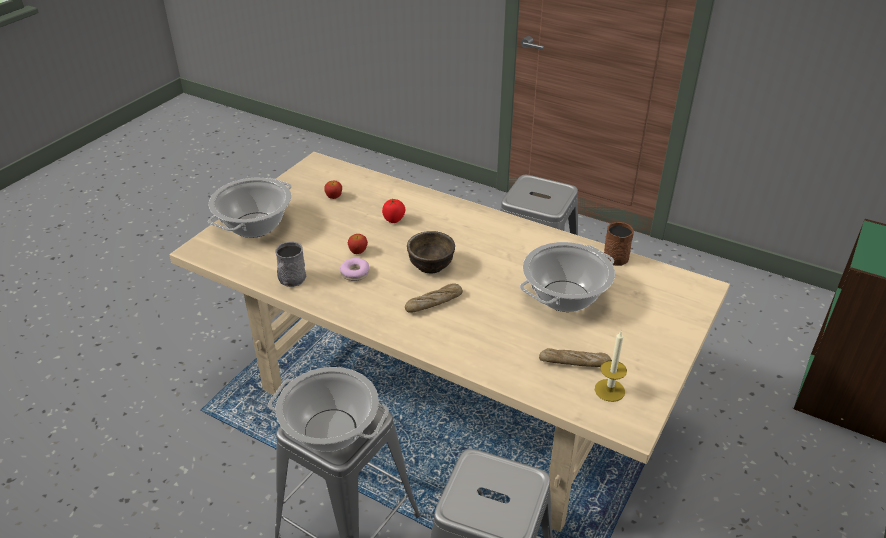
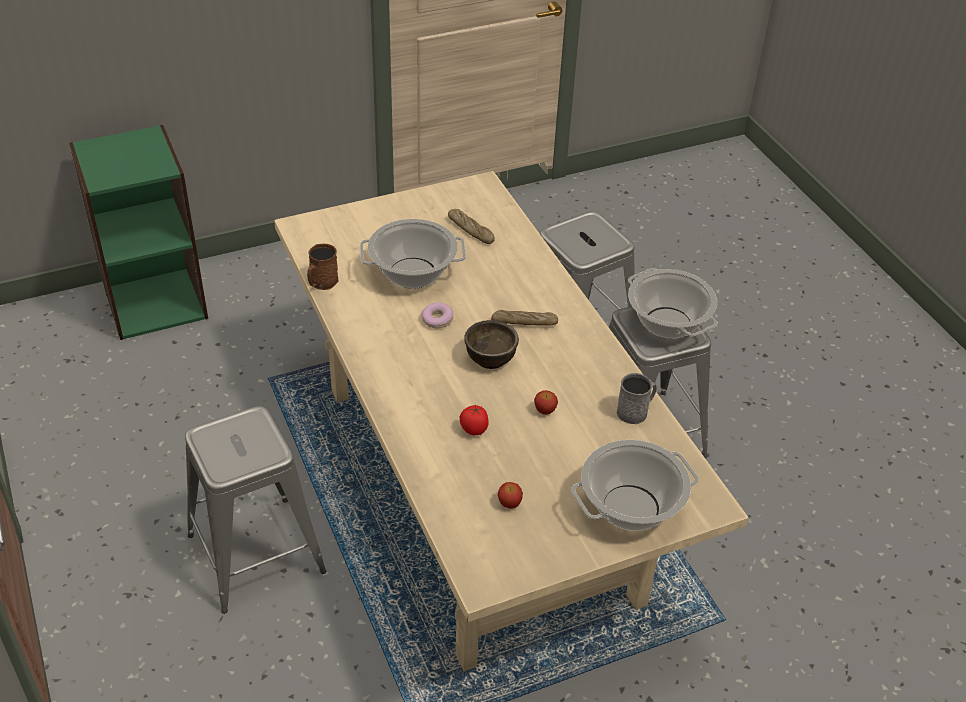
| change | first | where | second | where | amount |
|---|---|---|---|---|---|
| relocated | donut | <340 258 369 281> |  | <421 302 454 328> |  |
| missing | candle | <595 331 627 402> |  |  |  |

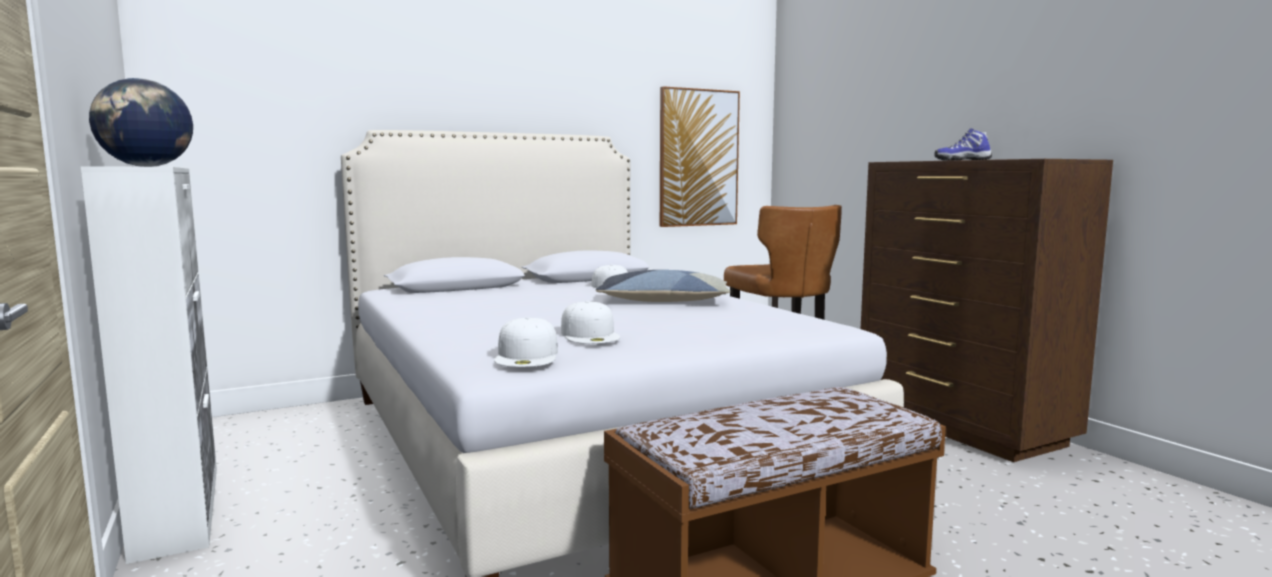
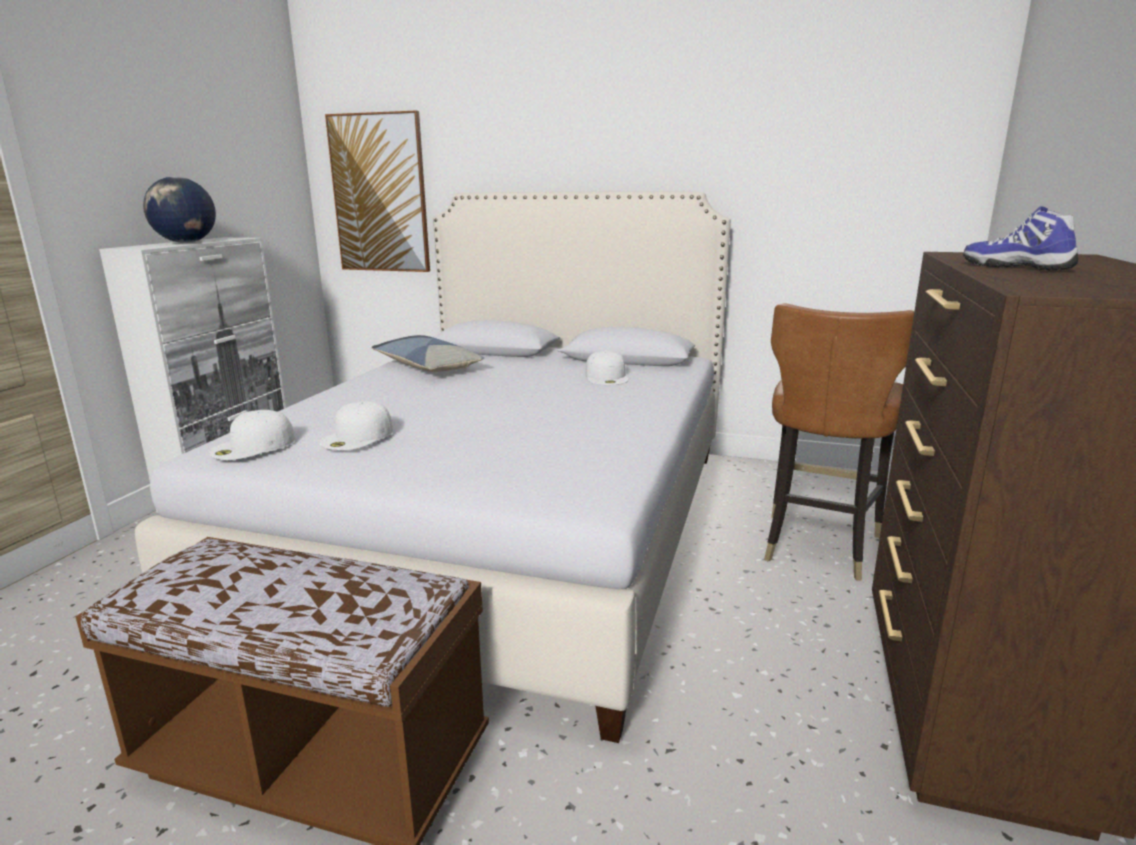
| change | first | where | second | where | amount |
|---|---|---|---|---|---|
| relocated | picture | <660 86 740 227> |  | <325 111 430 272> |  |
| relocated | pillow | <596 270 730 302> |  | <372 335 485 372> |  |

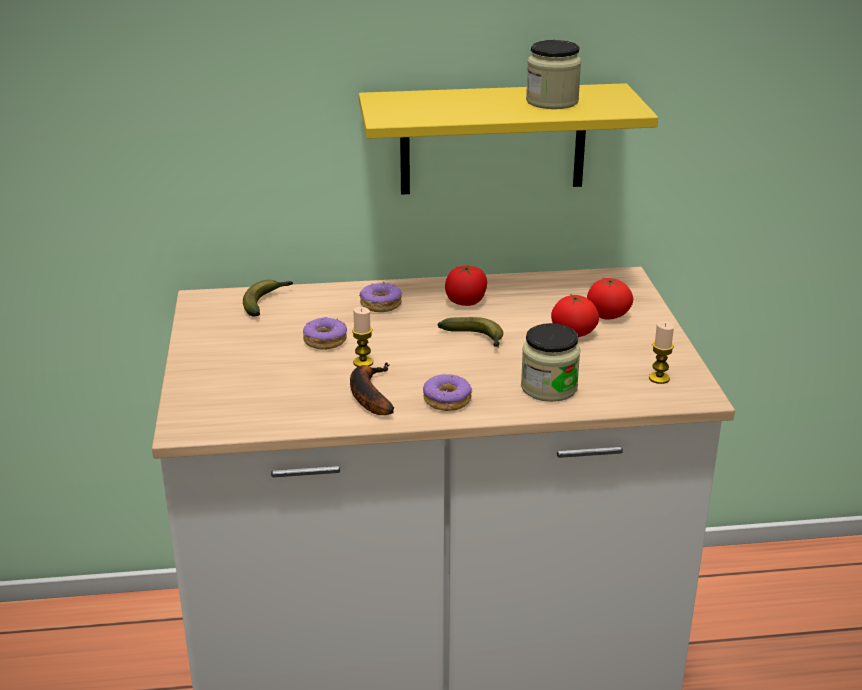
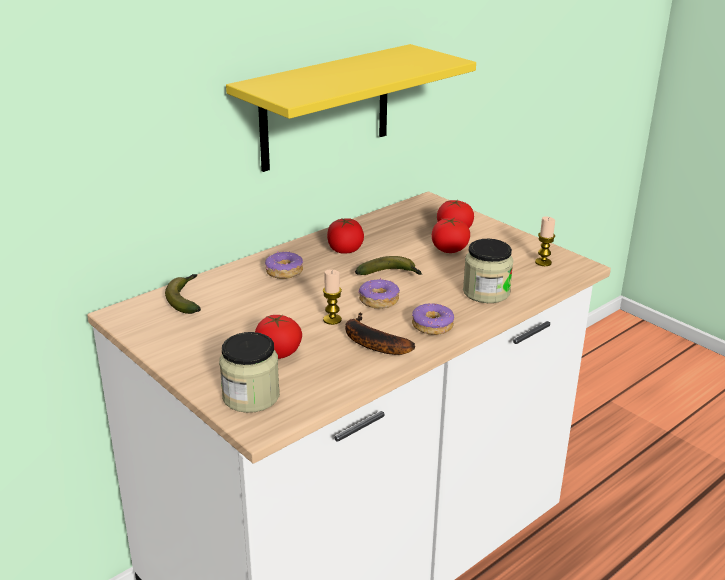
| change | first | where | second | where | amount |
|---|---|---|---|---|---|
| relocated | jar | <526 40 581 109> |  | <219 332 280 413> |  |
| appeared |  |  | tomato | <255 315 302 359> |  |
| relocated | donut | <303 317 347 350> |  | <358 278 400 309> |  |

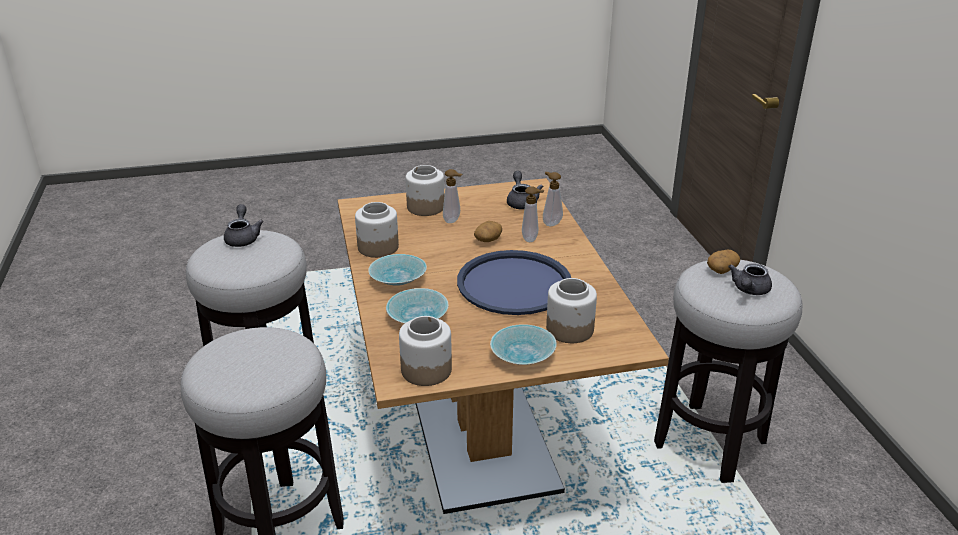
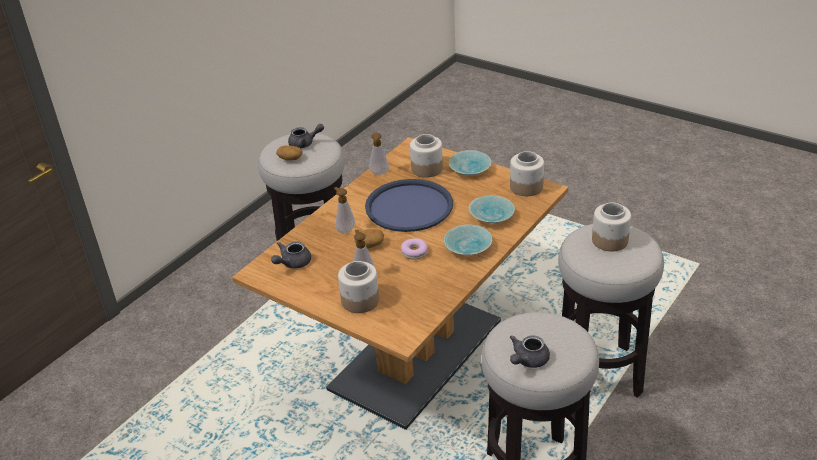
| change | first | where | second | where | amount |
|---|---|---|---|---|---|
| relocated | soap dispenser | <543 171 563 226> |  | <369 133 389 175> |  |
| appeared |  |  | donut | <401 238 428 259> |  |
| relocated | jar | <355 202 399 258> |  | <592 202 631 251> |  |

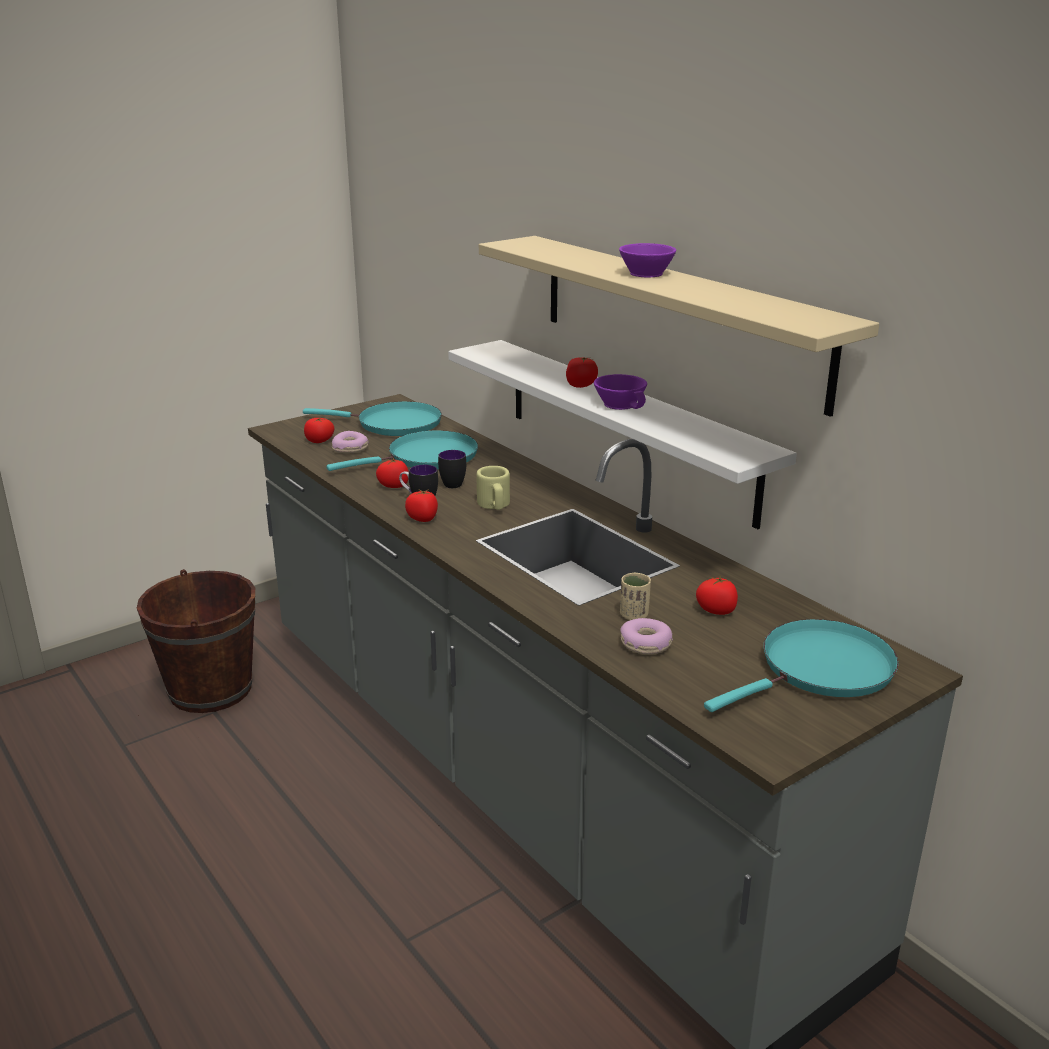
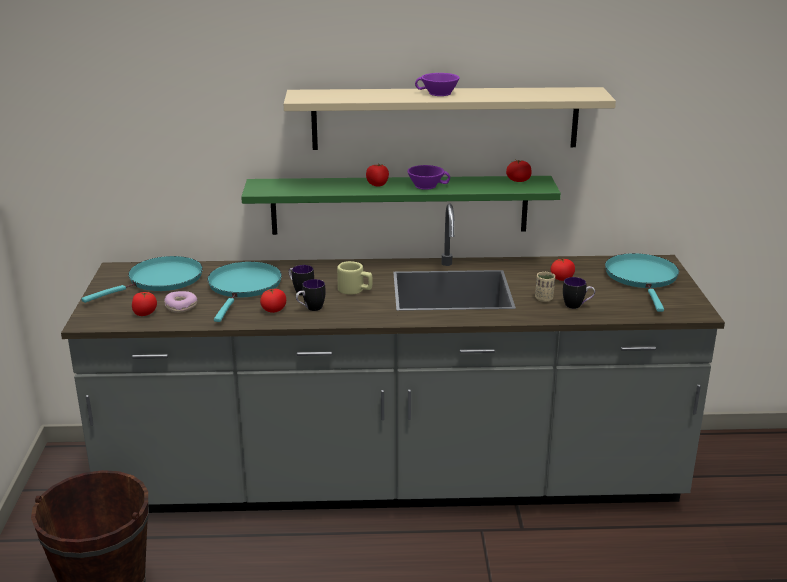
| change | first | where | second | where | amount |
|---|---|---|---|---|---|
| colour | white shelf | <448 340 797 529> | green shelf | <241 176 561 235> |  |
| relocated | tomato | <405 489 438 522> |  | <506 160 532 182> |  |
| exchanged | donut | <620 618 673 655> | mug | <563 277 595 309> |  |

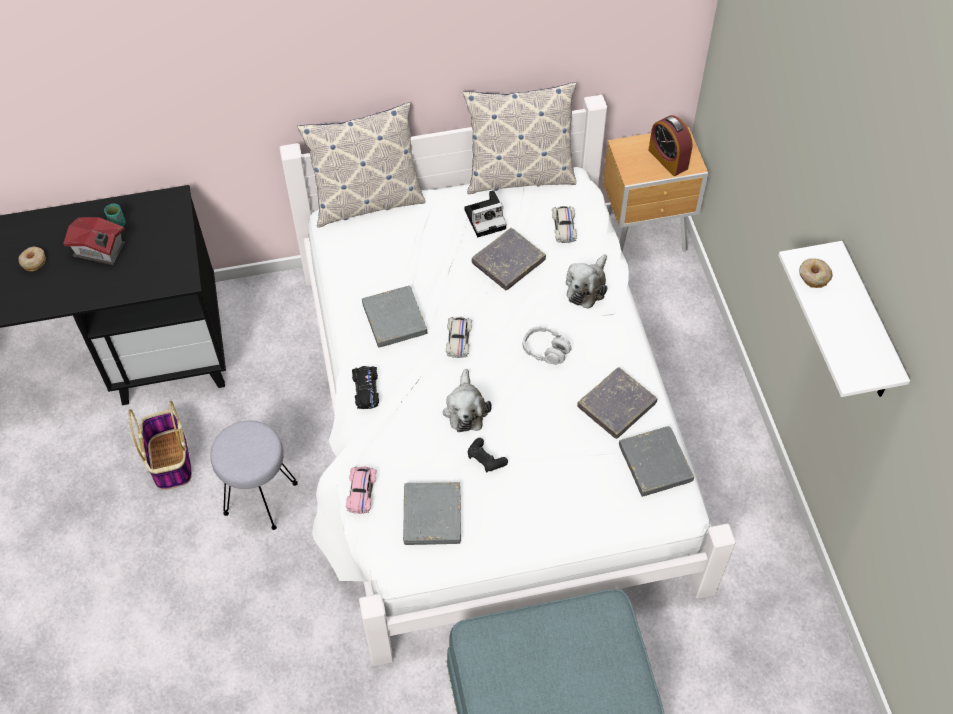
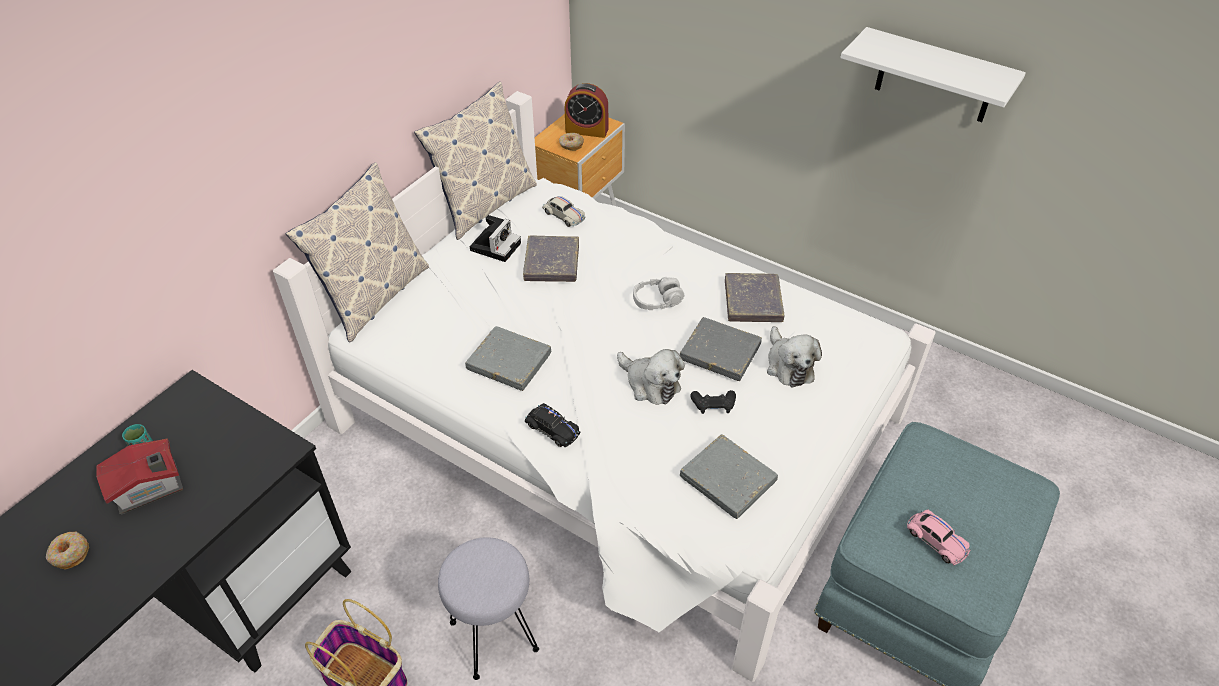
| change | first | where | second | where | amount |
|---|---|---|---|---|---|
| relocated | donut | <799 258 833 288> |  | <559 133 584 151> |  |
| relocated | grey book | <619 426 694 497> |  | <680 317 762 381> |  |
| relocated | plush toy | <566 254 607 309> |  | <767 326 822 387> |  |
| relocated | pink toy car | <346 466 377 514> |  | <907 509 970 566> |  |
| missing | white toy car | <446 317 472 358> |  |  |  |

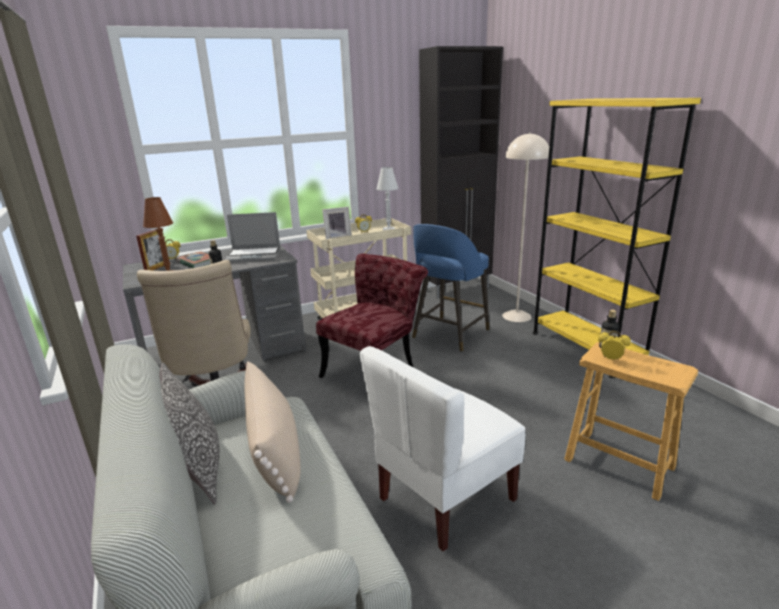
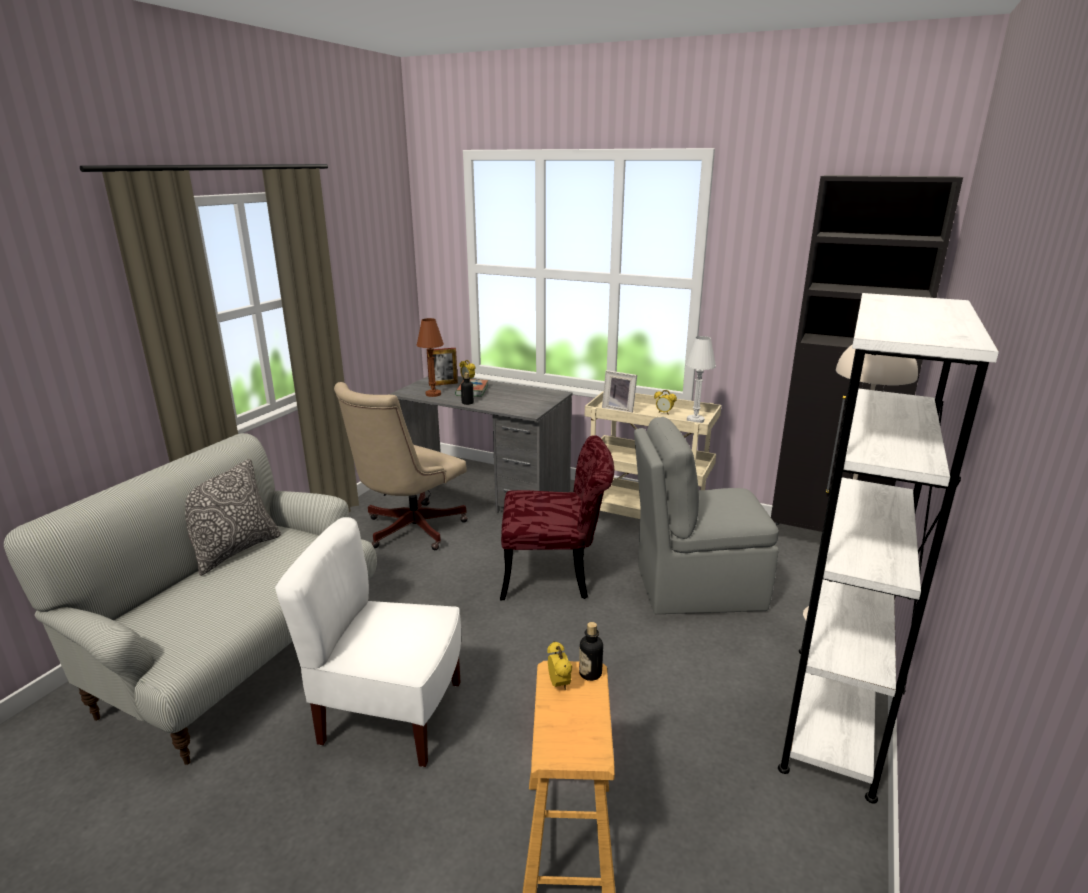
| change | first | where | second | where | amount |
|---|---|---|---|---|---|
| exchanged | blue stool | <412 224 489 352> | grey chair | <634 417 779 614> |  |
| colour | yellow bookcase | <532 98 701 378> | white bookcase | <778 293 999 804> |  |
| missing | laptop | <225 212 280 263> |  |  |  |
| missing | beige pillow | <244 361 300 503> |  |  |  |

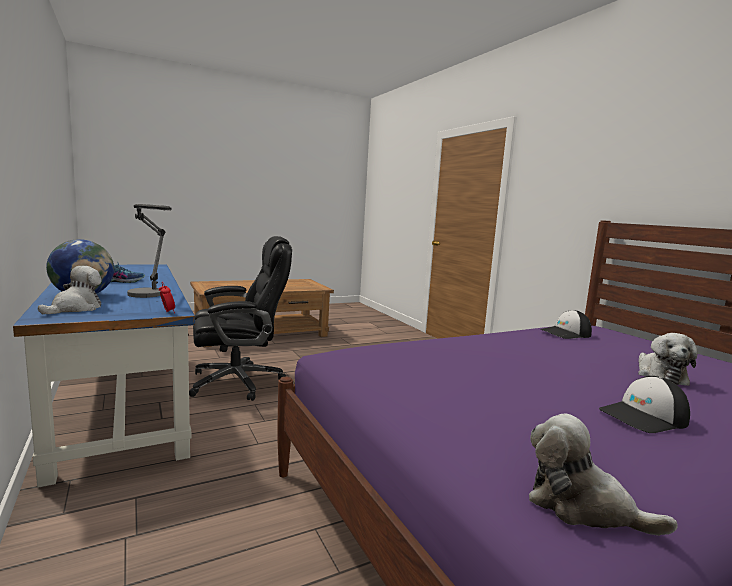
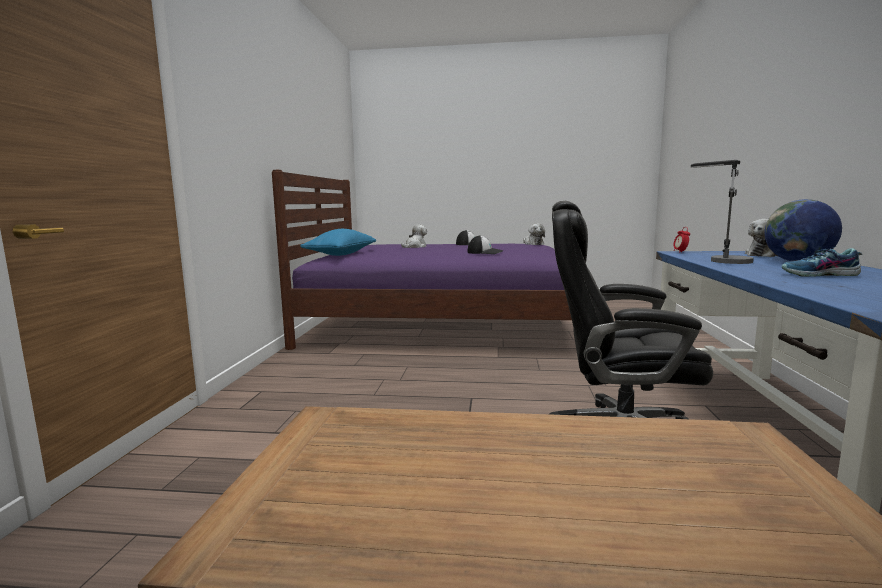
| change | first | where | second | where | amount |
|---|---|---|---|---|---|
| appeared |  |  | blue pillow | <300 229 376 256> |  |
| relocated | cap | <540 310 592 339> |  | <468 235 504 254> |  |

